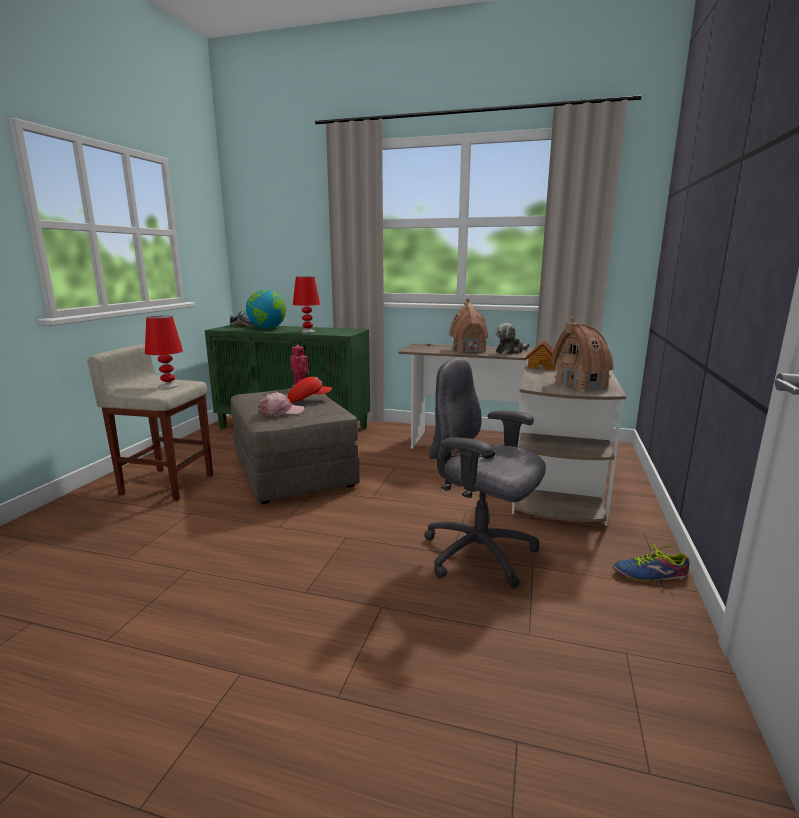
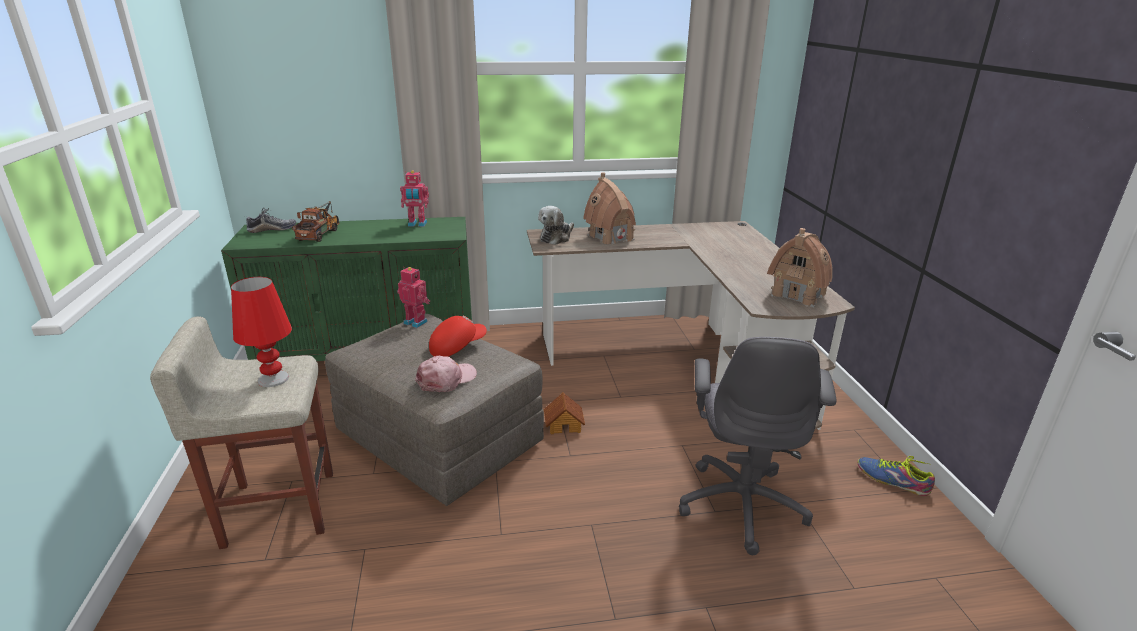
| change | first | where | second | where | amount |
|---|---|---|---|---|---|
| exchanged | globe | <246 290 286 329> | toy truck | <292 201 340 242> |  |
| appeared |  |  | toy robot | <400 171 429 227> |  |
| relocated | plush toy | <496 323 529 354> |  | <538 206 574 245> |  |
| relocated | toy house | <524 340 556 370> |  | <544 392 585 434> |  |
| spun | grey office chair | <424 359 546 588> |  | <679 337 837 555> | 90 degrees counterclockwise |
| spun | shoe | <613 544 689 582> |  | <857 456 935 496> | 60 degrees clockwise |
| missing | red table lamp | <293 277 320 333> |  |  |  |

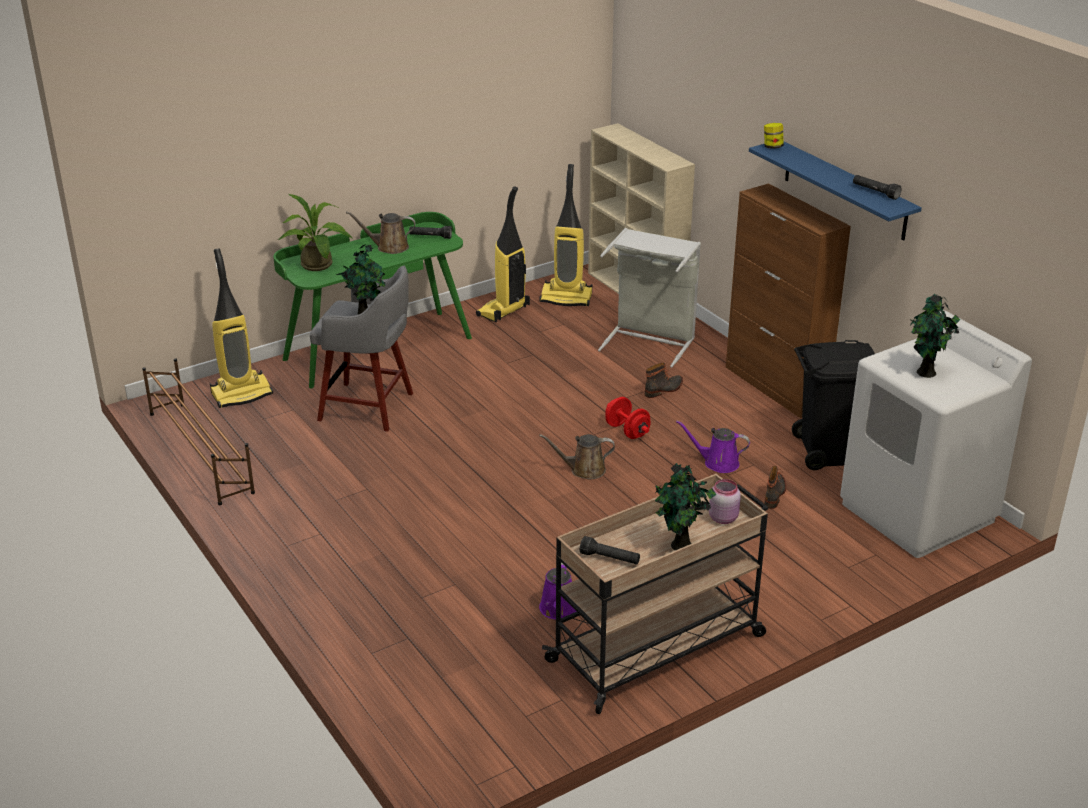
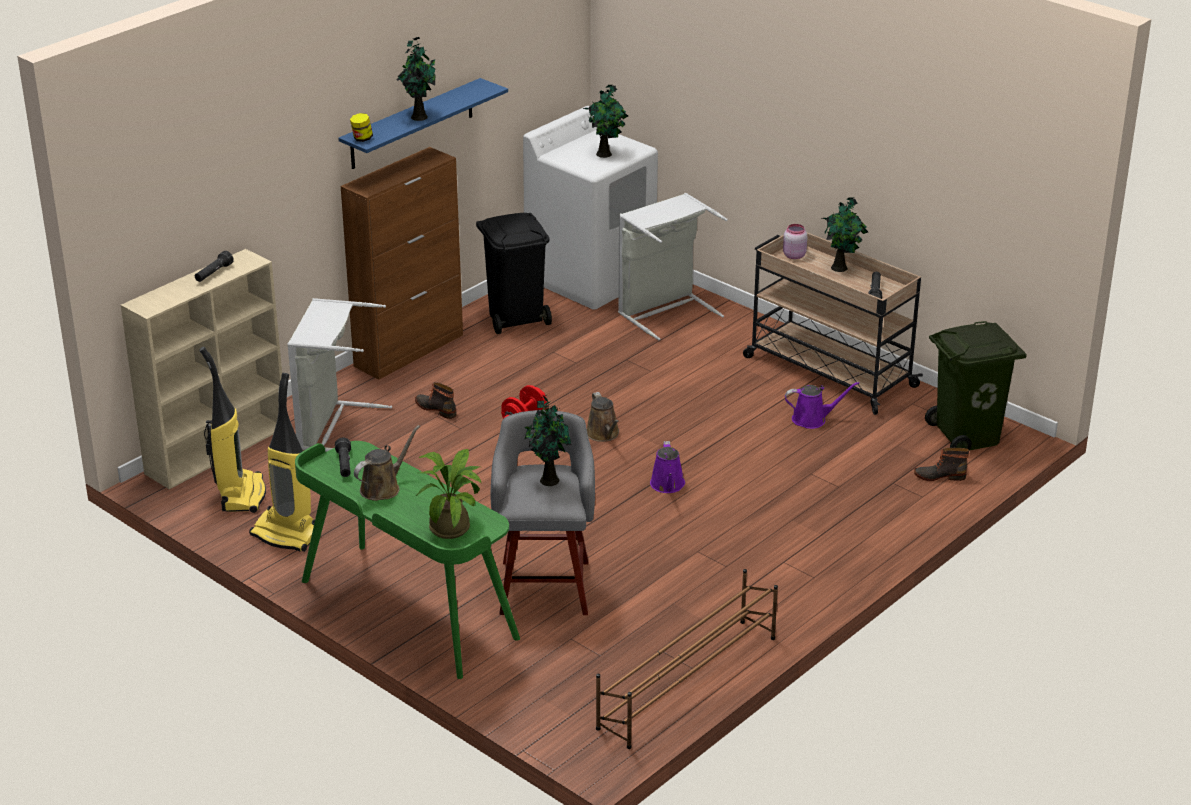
| change | first | where | second | where | amount |
|---|---|---|---|---|---|
| relocated | black flashlight | <853 175 902 200> |  | <195 251 234 282> |  |
| spun | brown watering can | <346 211 415 254> |  | <354 425 420 501> | 120 degrees counterclockwise |
| appeared |  |  | potted plant | <396 37 435 121> |  |
| appeared |  |  | grey laundry basket | <618 193 728 340> |  |
| relocated | purple watering can | <676 420 750 473> |  | <650 441 685 493> |  |
| relocated | boot | <764 466 786 509> |  | <914 448 969 481> |  |
| appeared |  |  | green trash can | <925 321 1027 450> |  |
| missing | vacuum cleaner | <210 248 273 408> |  |  |  |

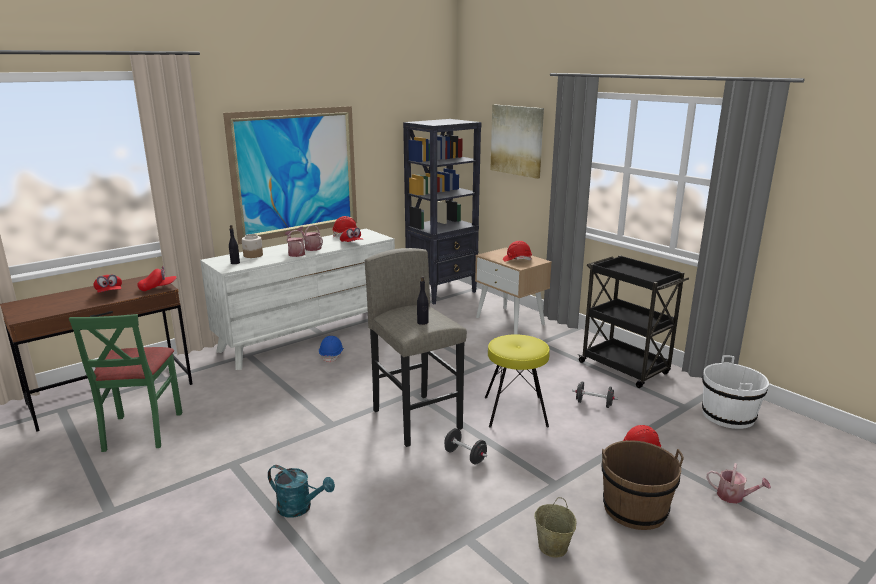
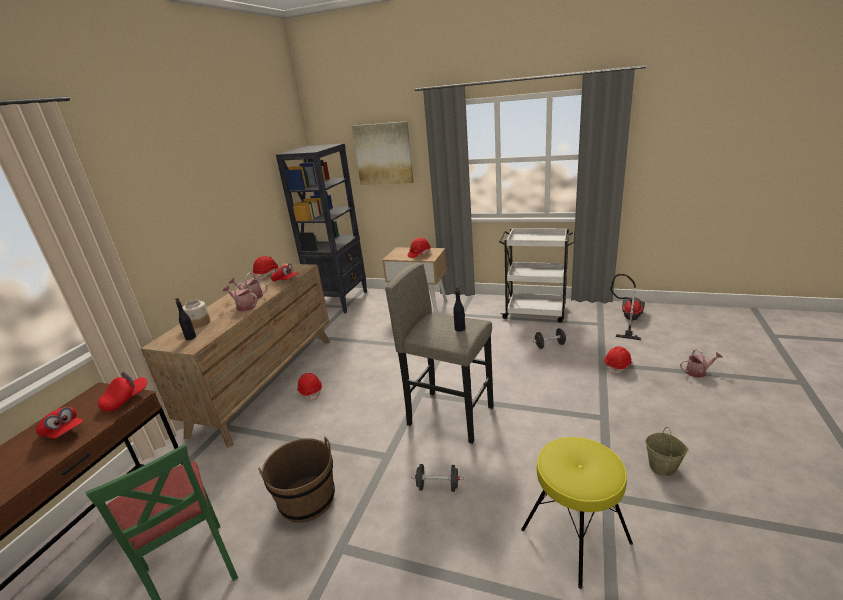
| change | first | where | second | where | amount |
|---|---|---|---|---|---|
| colour | white dresser | <200 229 395 370> | brown dresser | <141 263 330 448> |  |
| relocated | brown bucket | <601 440 684 530> |  | <258 437 335 523> |  |
| colour | blue hard hat | <319 336 344 363> | red hard hat | <297 373 322 400> |  |
| relocated | black dumbbell | <444 428 487 465> |  | <411 464 464 492> |  |
| colour | black cart | <577 255 689 388> | white cart | <499 228 575 323> |  |
| relocated | yellow stool | <485 334 550 428> |  | <521 437 633 589> |  |
| exchanged | white bucket | <702 355 769 429> | vacuum cleaner | <610 274 645 340> |  |
| missing | picture | <223 106 357 244> |  |  |  |
| missing | turquoise watering can | <268 465 335 518> |  |  |  |

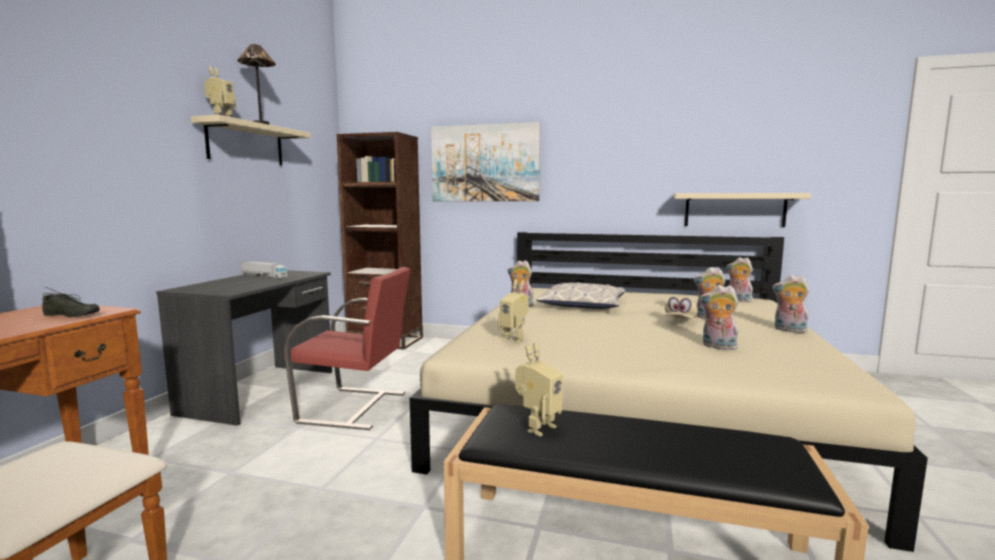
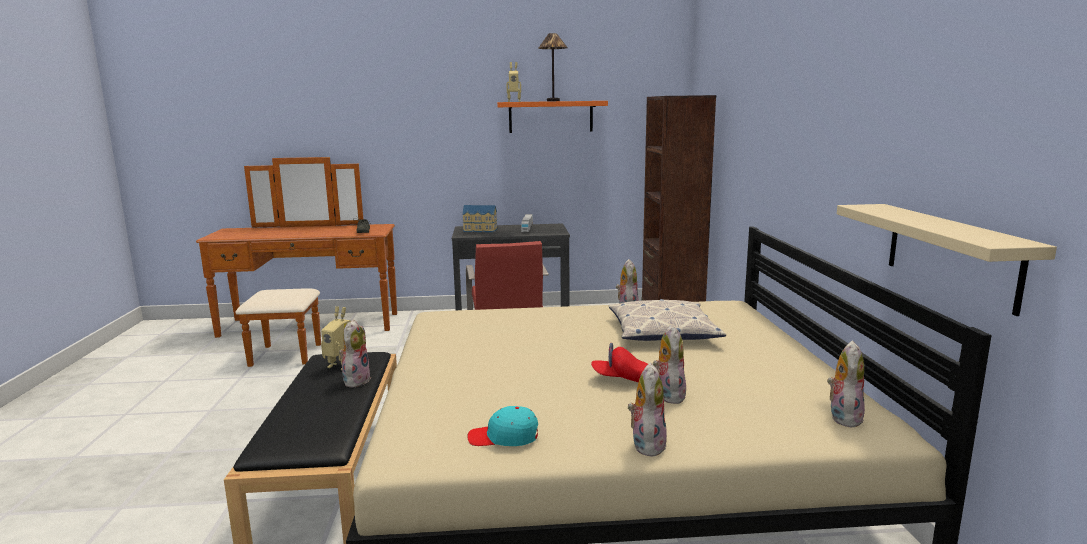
| change | first | where | second | where | amount |
|---|---|---|---|---|---|
| relocated | plush toy | <700 285 739 350> |  | <339 320 371 388> |  |
| appeared |  |  | toy house | <462 205 498 232> |  |
| appeared |  |  | turquoise cap | <467 406 538 446> |  |
| colour | beige shelf | <191 115 311 166> | orange shelf | <497 101 608 133> |  |
| colour | beige cap | <665 297 698 319> | red cap | <591 343 648 382> |  |
| missing | picture | <431 122 540 201> |  |  |  |
| missing | toy robot | <498 279 529 343> |  |  |  |

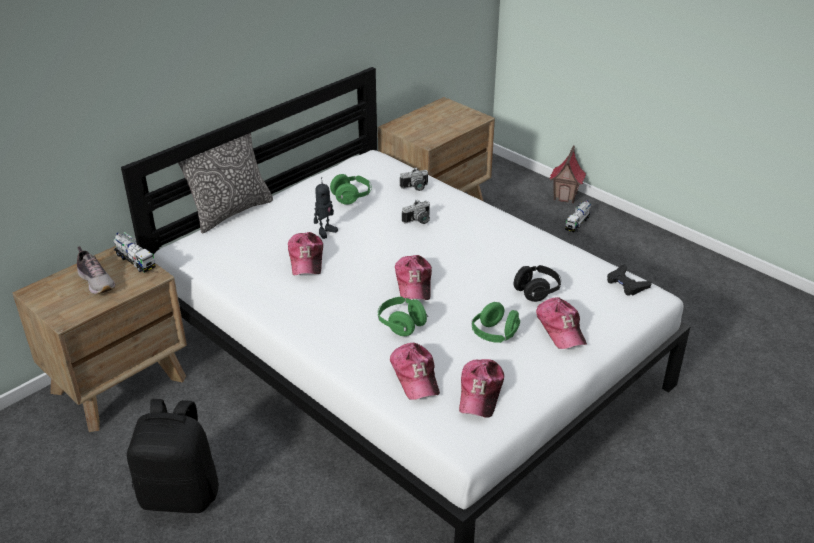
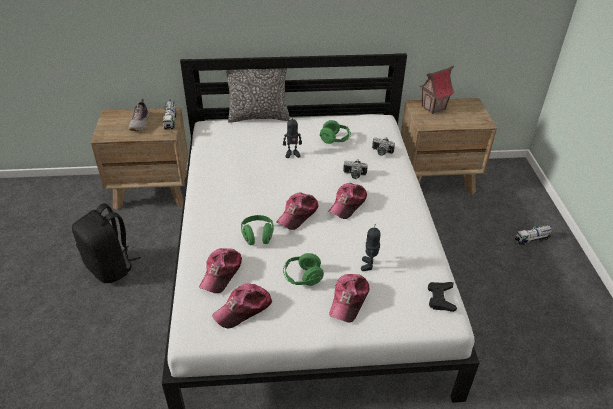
| change | first | where | second | where | amount |
|---|---|---|---|---|---|
| relocated | cap | <288 232 323 275> |  | <328 183 367 219> |  |
| exchanged | black headphones | <514 265 561 302> | toy robot | <361 224 380 271> |  |
| relocated | toy house | <550 146 586 203> |  | <419 66 455 114> |  |

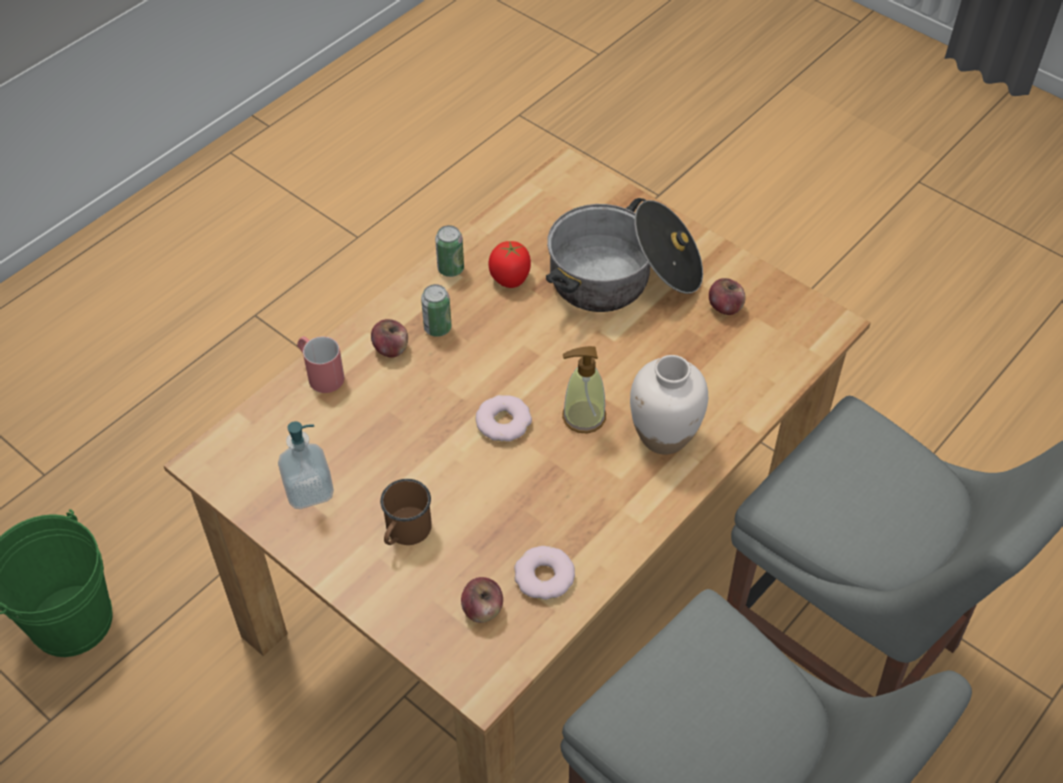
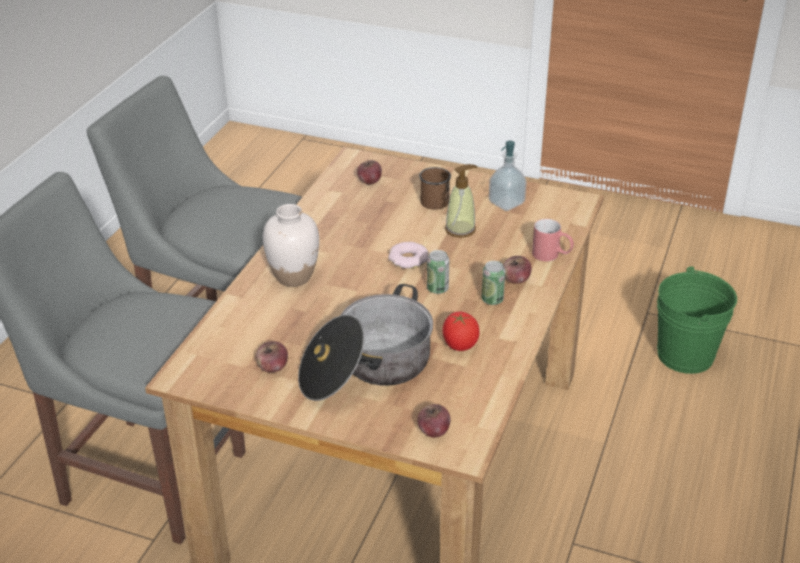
| change | first | where | second | where | amount |
|---|---|---|---|---|---|
| appeared |  |  | apple | <417 404 451 438> |  |
| relocated | can | <435 225 464 277> |  | <427 250 449 294> |  |
| relocated | soap dispenser | <562 346 606 433> |  | <445 164 478 238> |  |
| missing | donut | <514 546 575 600> |  |  |  |

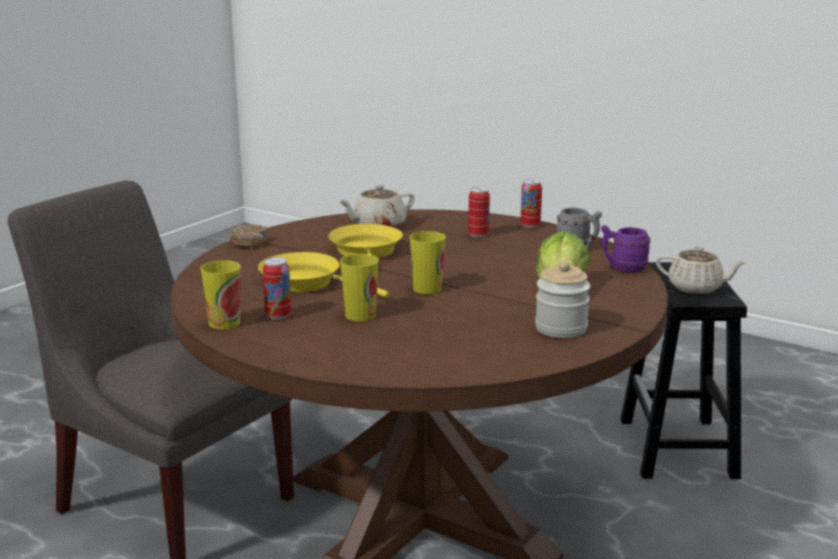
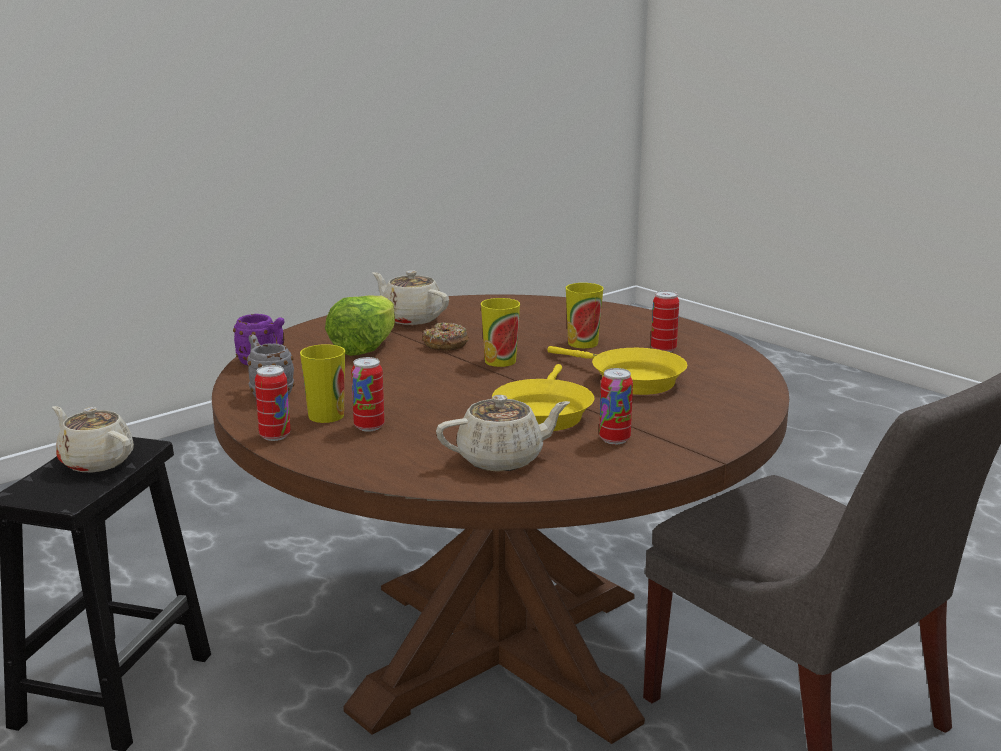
| change | first | where | second | where | amount |
|---|---|---|---|---|---|
| relocated | cup | <200 260 241 329> |  | <300 344 345 423> |  |
| exchanged | jar | <535 261 590 338> | beige teapot | <372 270 449 325> |  |
| relocated | donut | <230 225 269 249> |  | <422 322 469 350> |  |
| appeared |  |  | can | <599 368 633 444> |  |

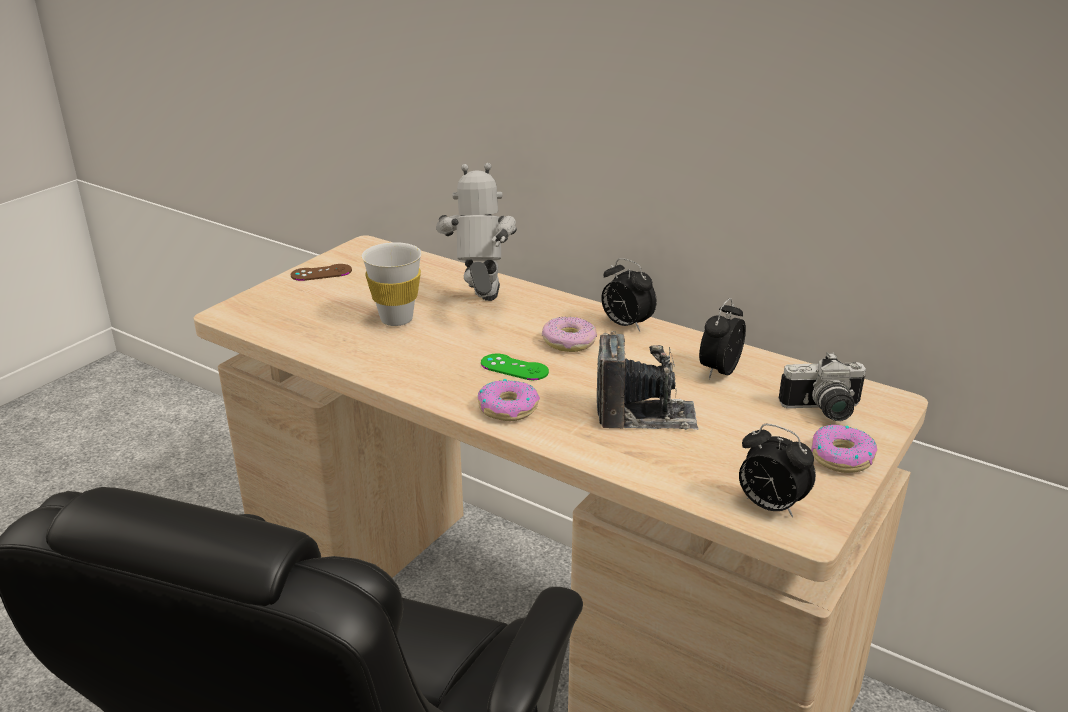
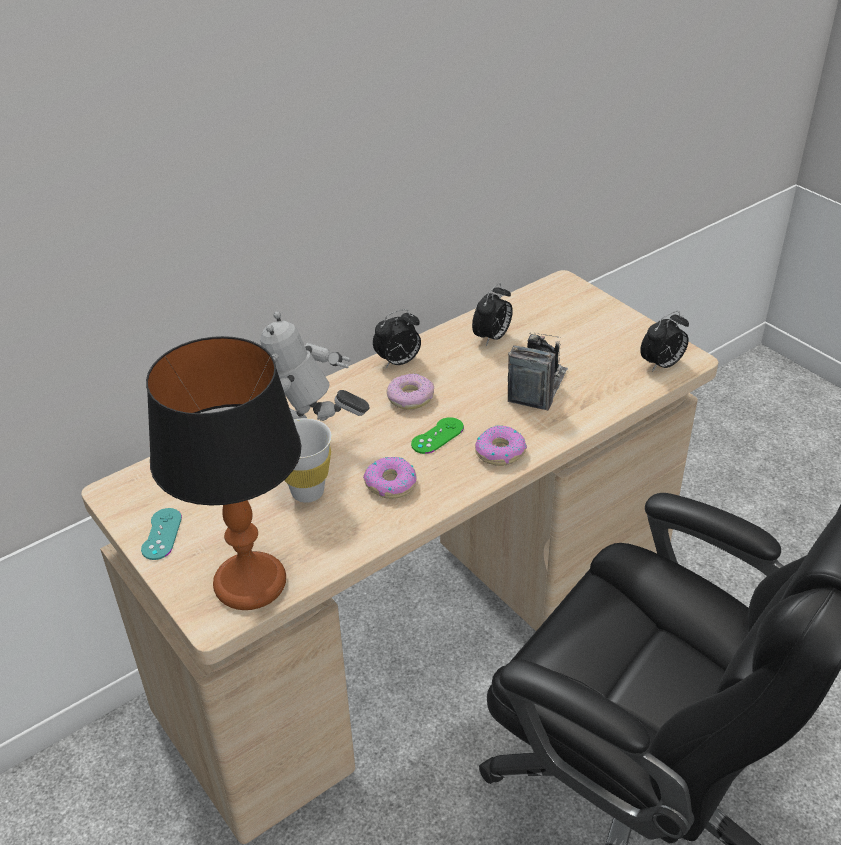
| change | first | where | second | where | amount |
|---|---|---|---|---|---|
| colour | brown game controller | <291 264 352 281> | turquoise game controller | <141 508 182 560> |  |
| appeared |  |  | table lamp | <146 336 301 610> |  |
| relocated | donut | <811 425 877 473> |  | <363 457 417 499> |  |
| spun | alarm clock | <699 298 746 379> |  | <472 283 513 346> | 105 degrees counterclockwise |
| missing | photo camera | <779 352 866 421> |  |  |  |

